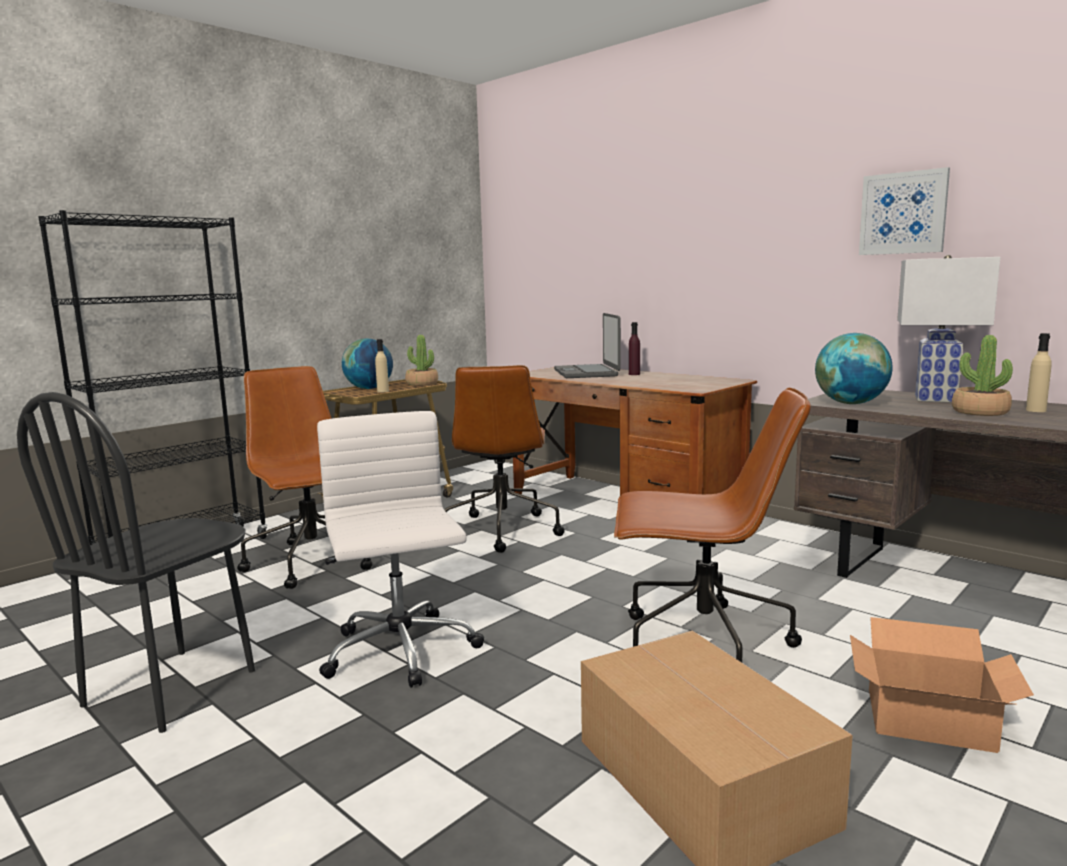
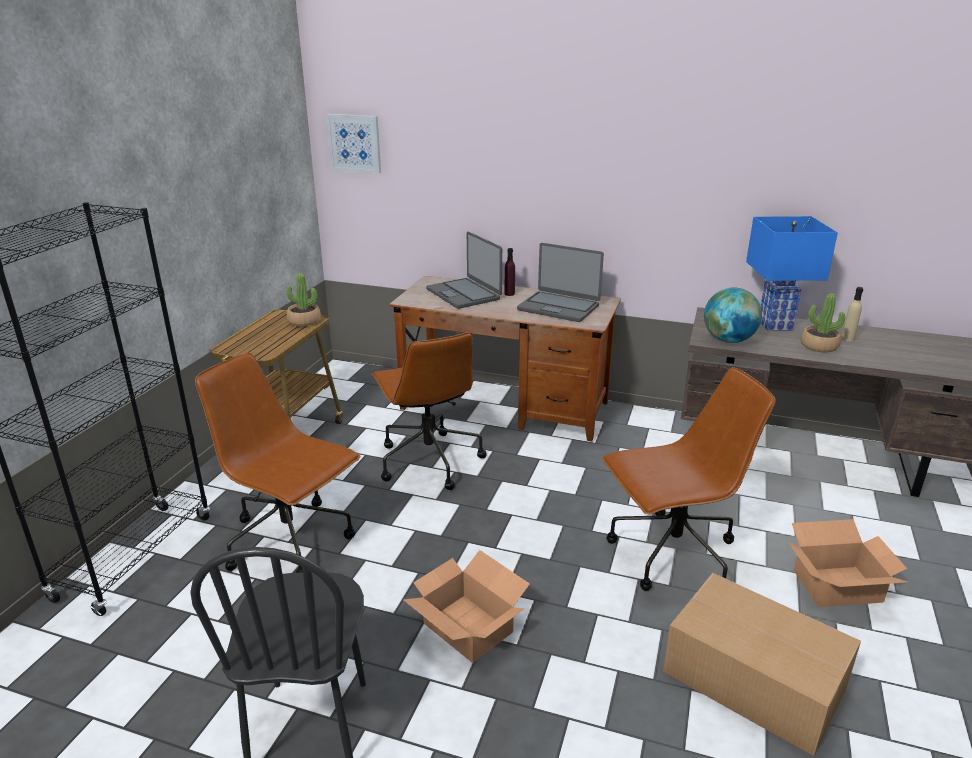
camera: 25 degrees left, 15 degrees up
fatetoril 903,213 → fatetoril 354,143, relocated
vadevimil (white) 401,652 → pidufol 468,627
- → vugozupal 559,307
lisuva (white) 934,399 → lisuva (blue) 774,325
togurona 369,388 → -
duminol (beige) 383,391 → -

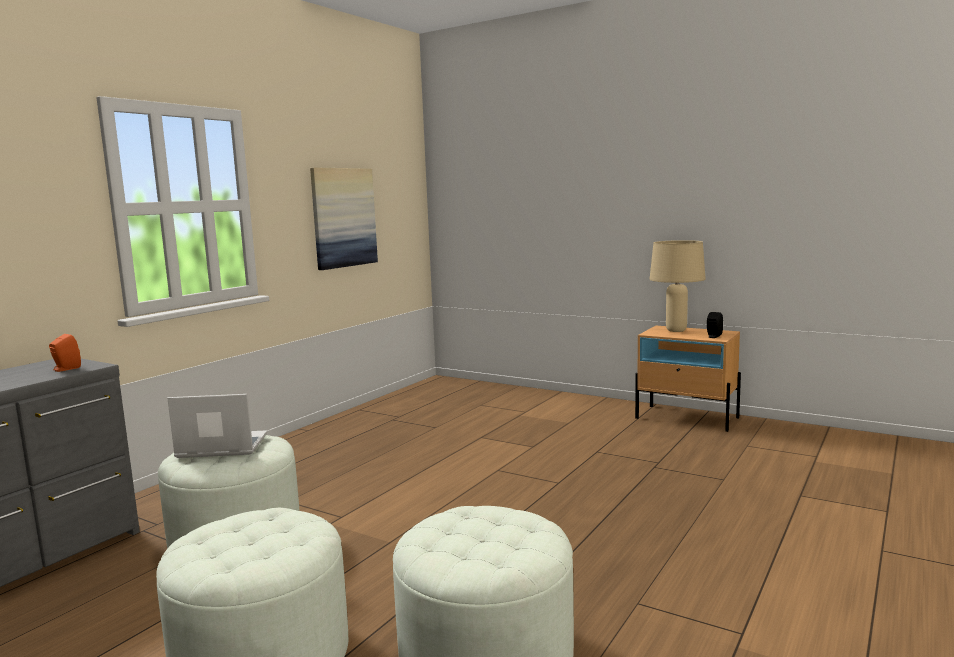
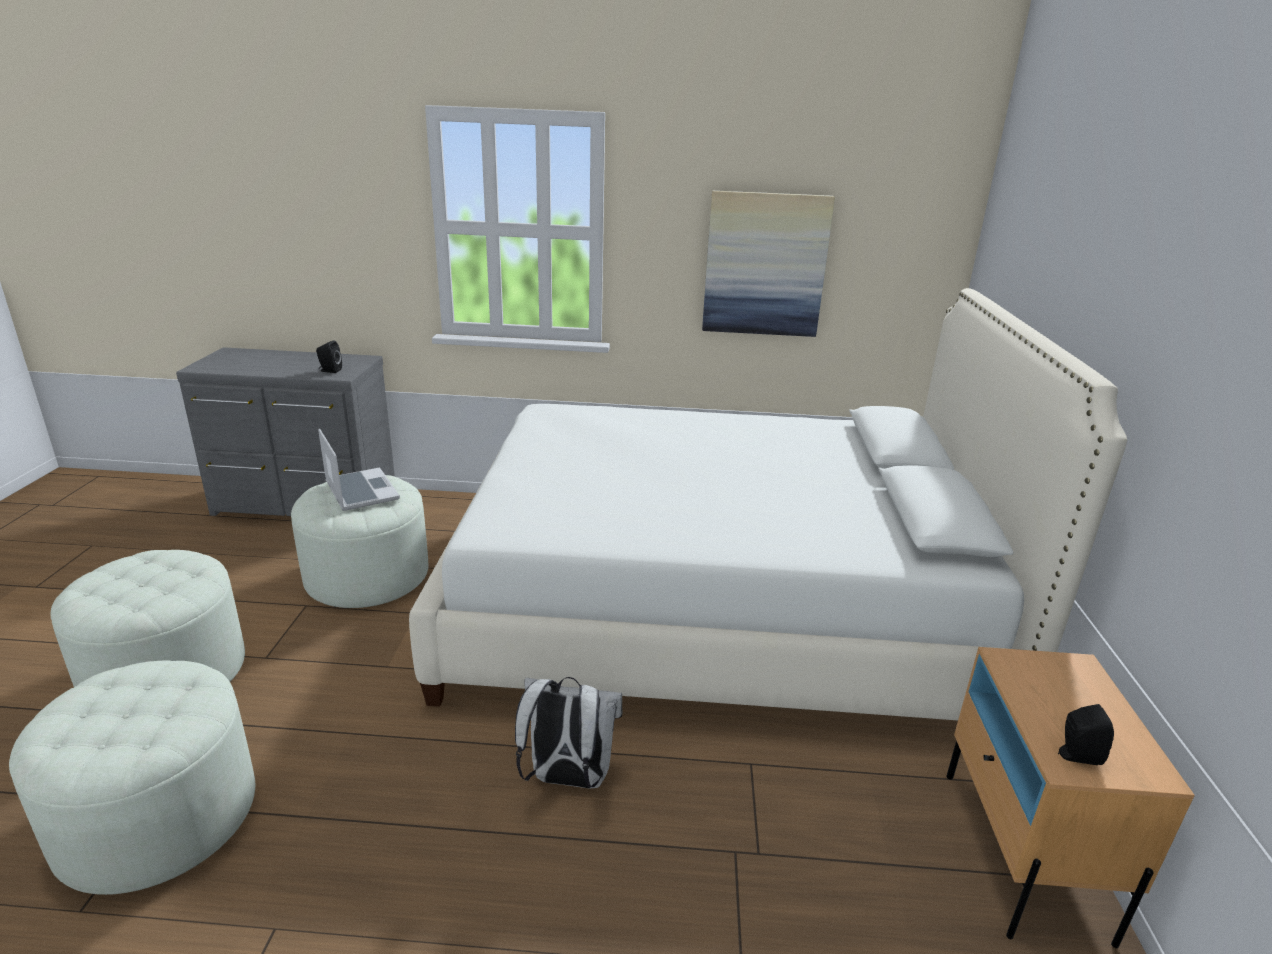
camera: 60 degrees right, 15 degrees up
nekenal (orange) 65,369 → nekenal (black) 329,370
- → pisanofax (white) 714,607
- → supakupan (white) 567,778
lisuva (beige) 676,330 → -

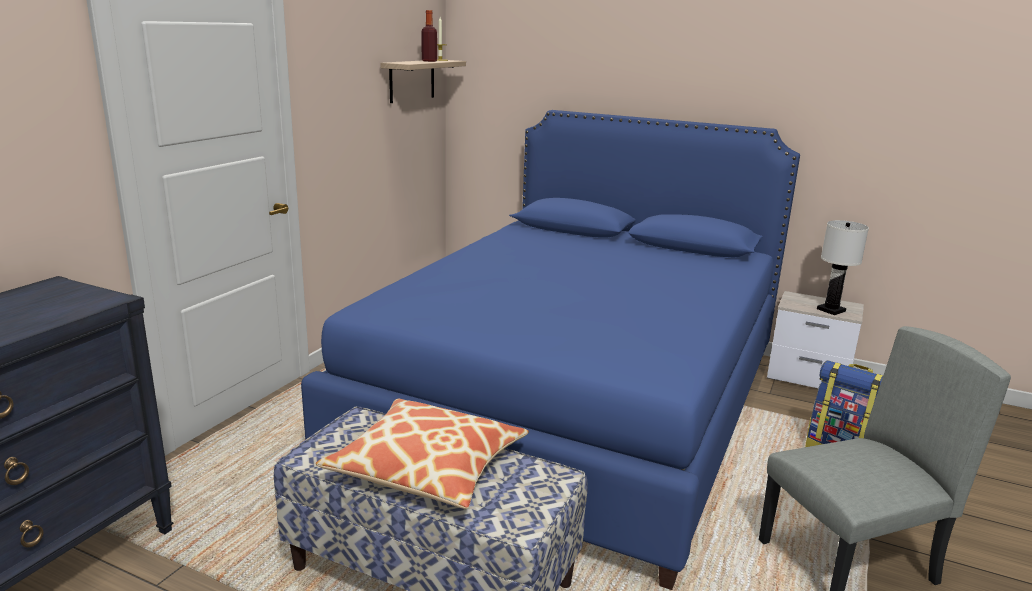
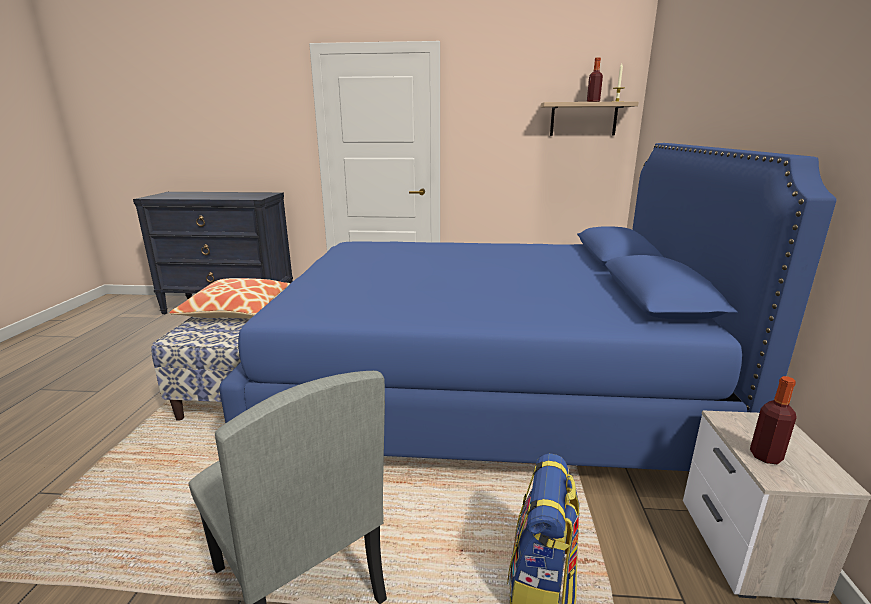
camera: 70 degrees right, 0 degrees up
lisuva (white) 831,310 → duminol 765,456

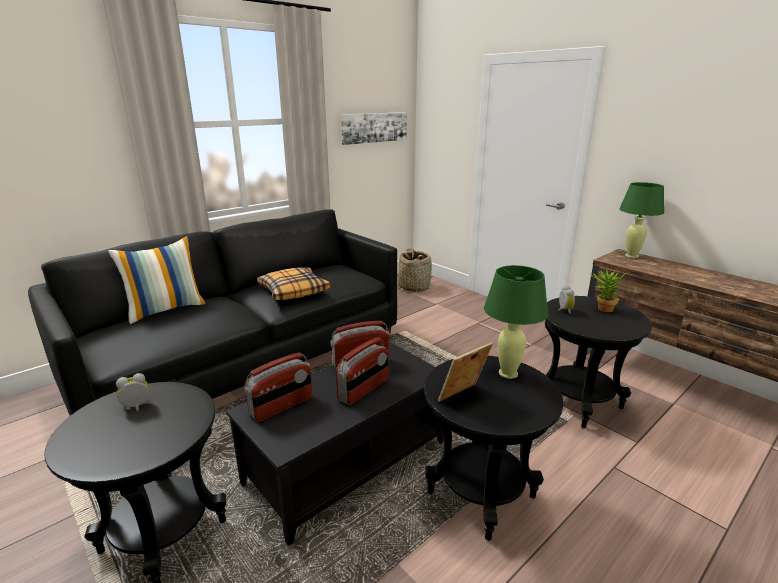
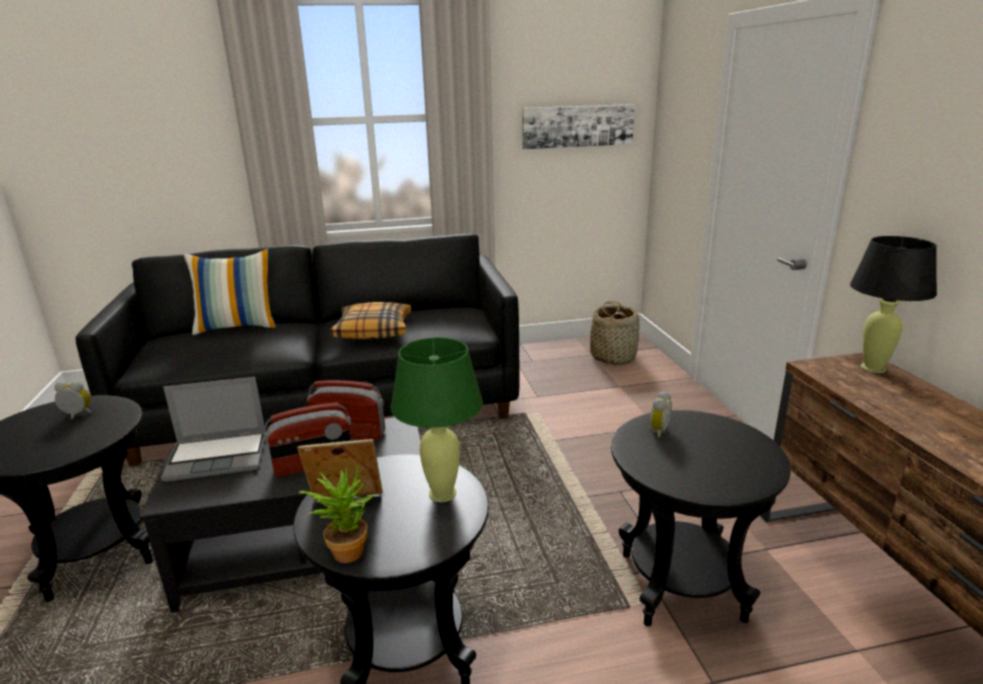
camera: 30 degrees right, 0 degrees up
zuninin 282,406 → vugozupal 219,457
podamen 602,309 → podamen 345,549, relocated
lisuva (green) 632,256 → lisuva (black) 873,368

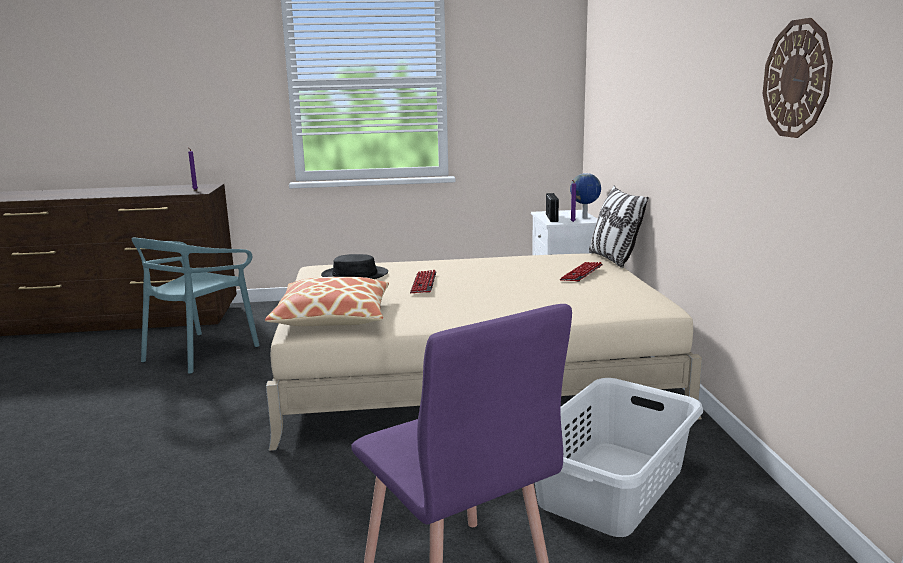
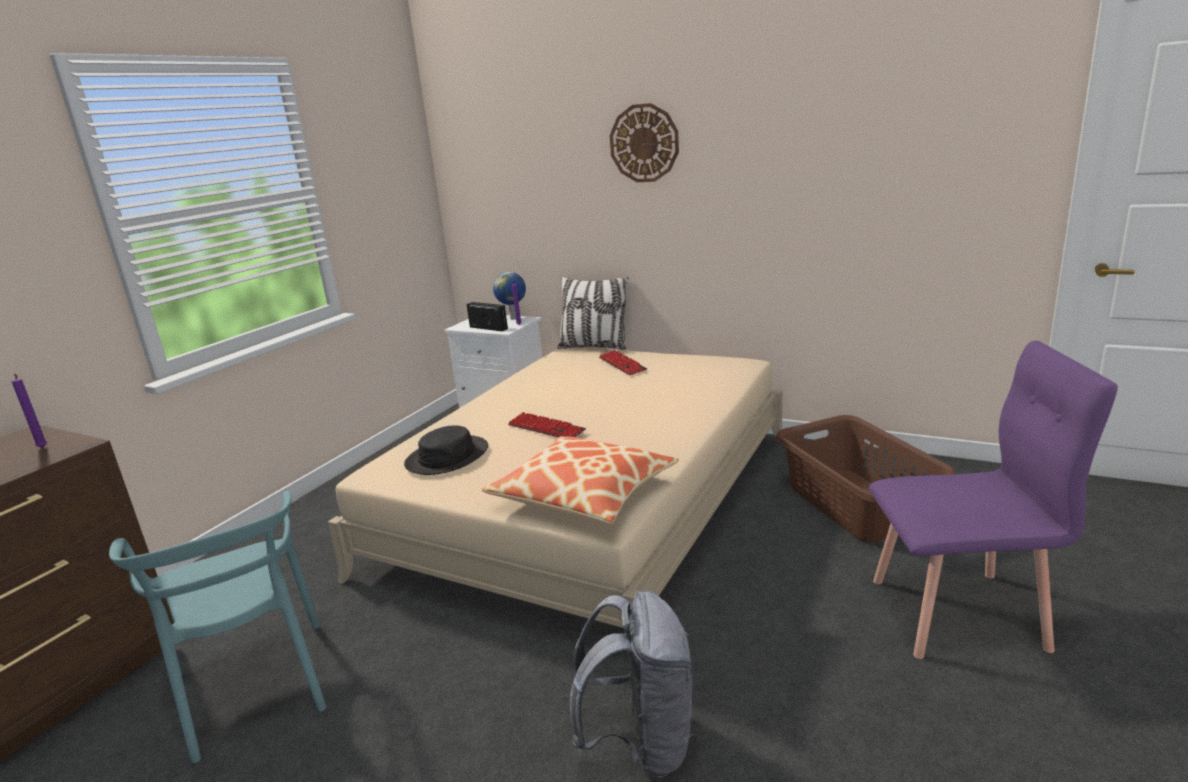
camera: 55 degrees left, 5 degrees up
- → supakupan (grey) 641,743
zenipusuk 797,79 → zenipusuk 644,143, relocated
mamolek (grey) 610,486 → mamolek (brown) 856,505

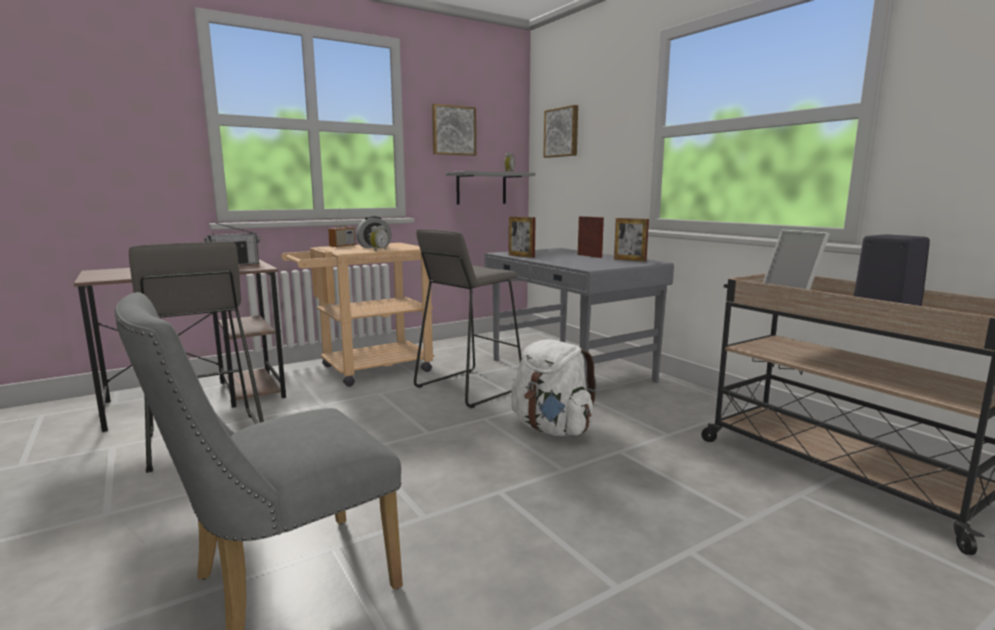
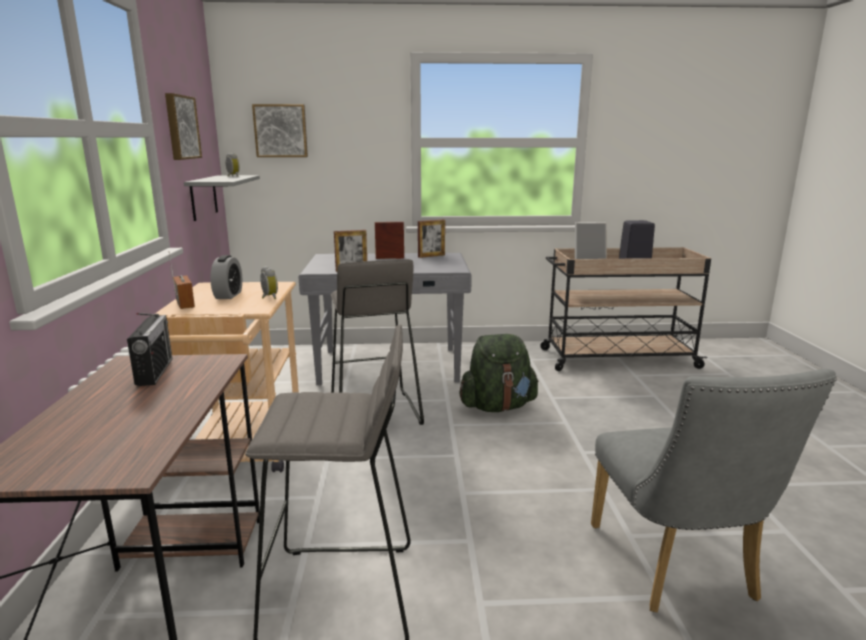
camera: 60 degrees left, 5 degrees up
supakupan (white) 552,429 → supakupan (green) 497,406

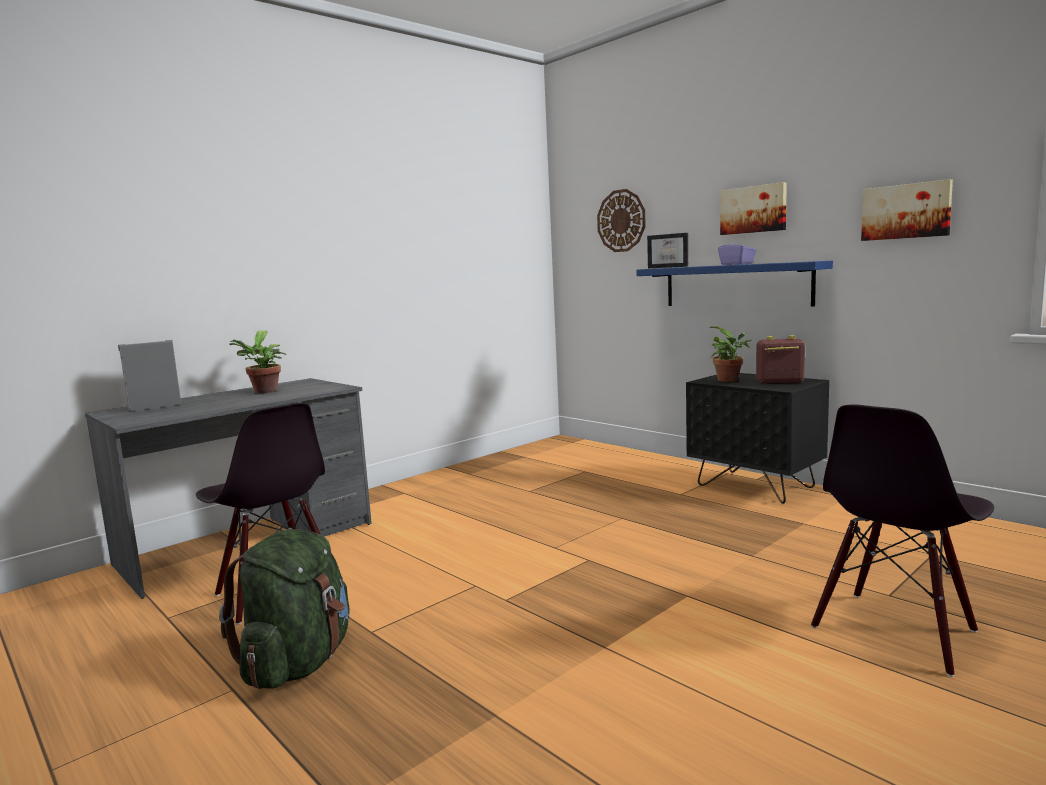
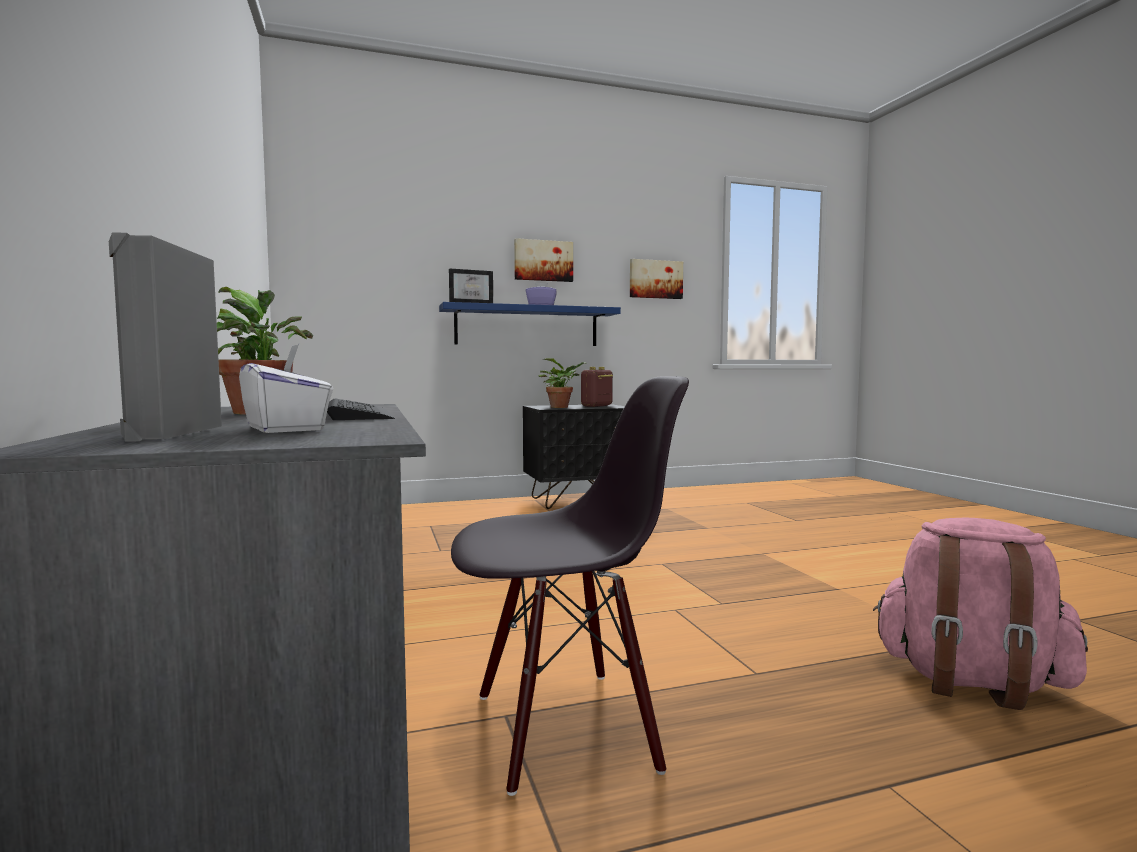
camera: 65 degrees left, 5 degrees down
- → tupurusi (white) 287,429
- → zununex 359,414
- → supakupan (pink) 971,682
supakupan (green) 298,663 → -
zenipusuk 621,221 → -
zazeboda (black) 895,631 → -

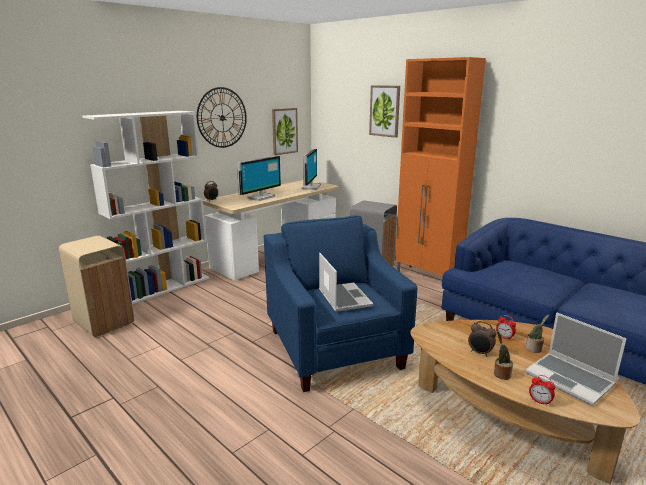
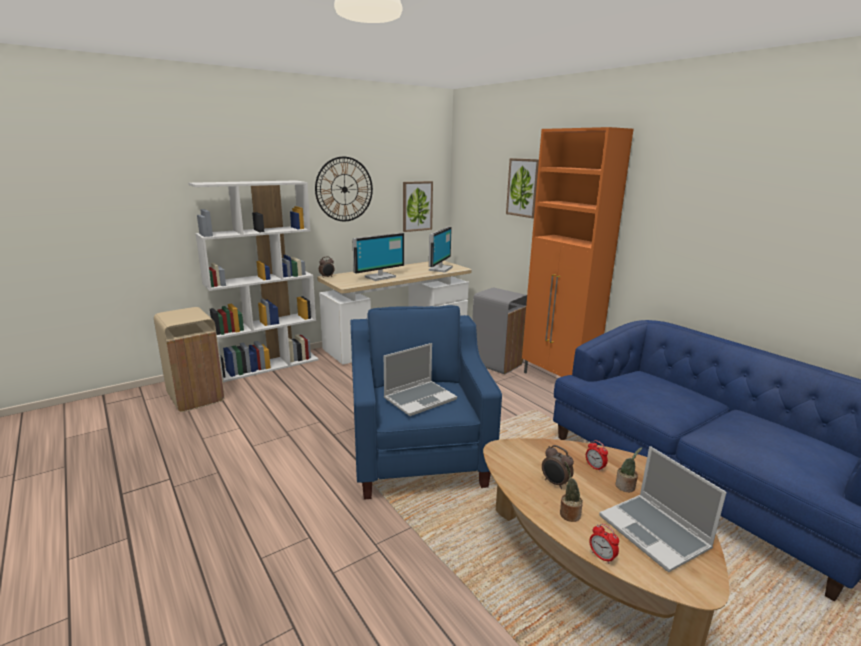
camera: 10 degrees right, 0 degrees up
vugozupal 343,298 → vugozupal 420,398, 60 degrees clockwise

